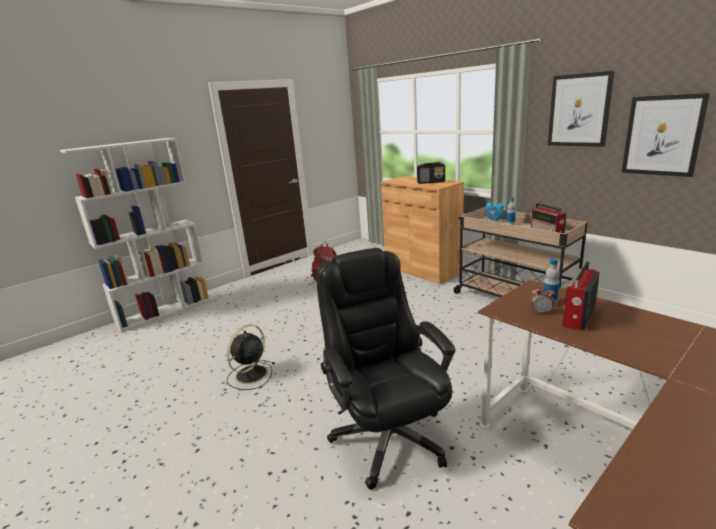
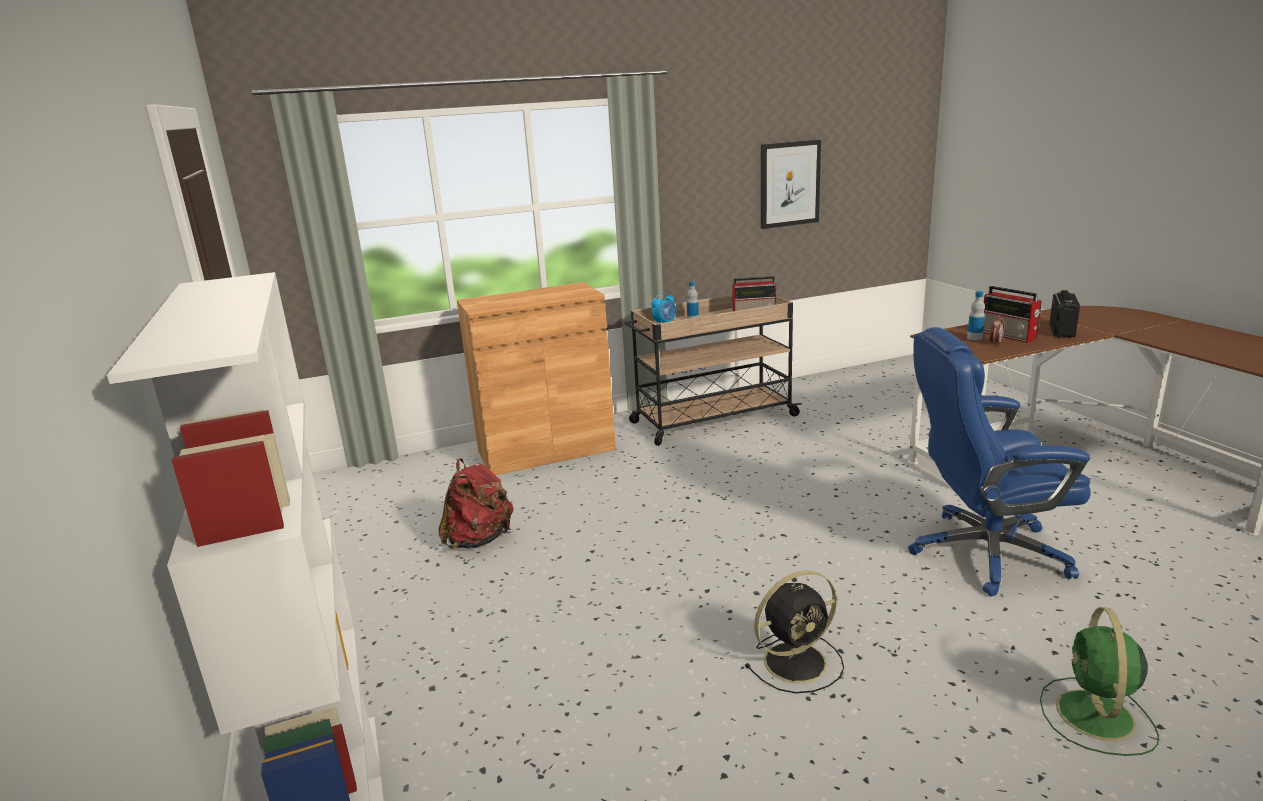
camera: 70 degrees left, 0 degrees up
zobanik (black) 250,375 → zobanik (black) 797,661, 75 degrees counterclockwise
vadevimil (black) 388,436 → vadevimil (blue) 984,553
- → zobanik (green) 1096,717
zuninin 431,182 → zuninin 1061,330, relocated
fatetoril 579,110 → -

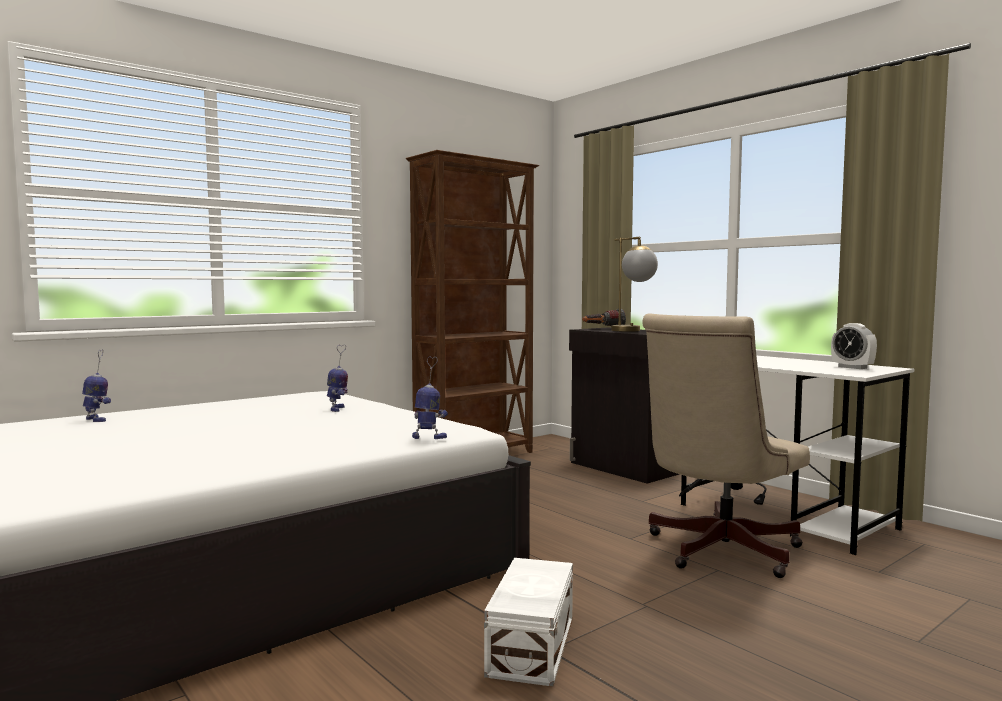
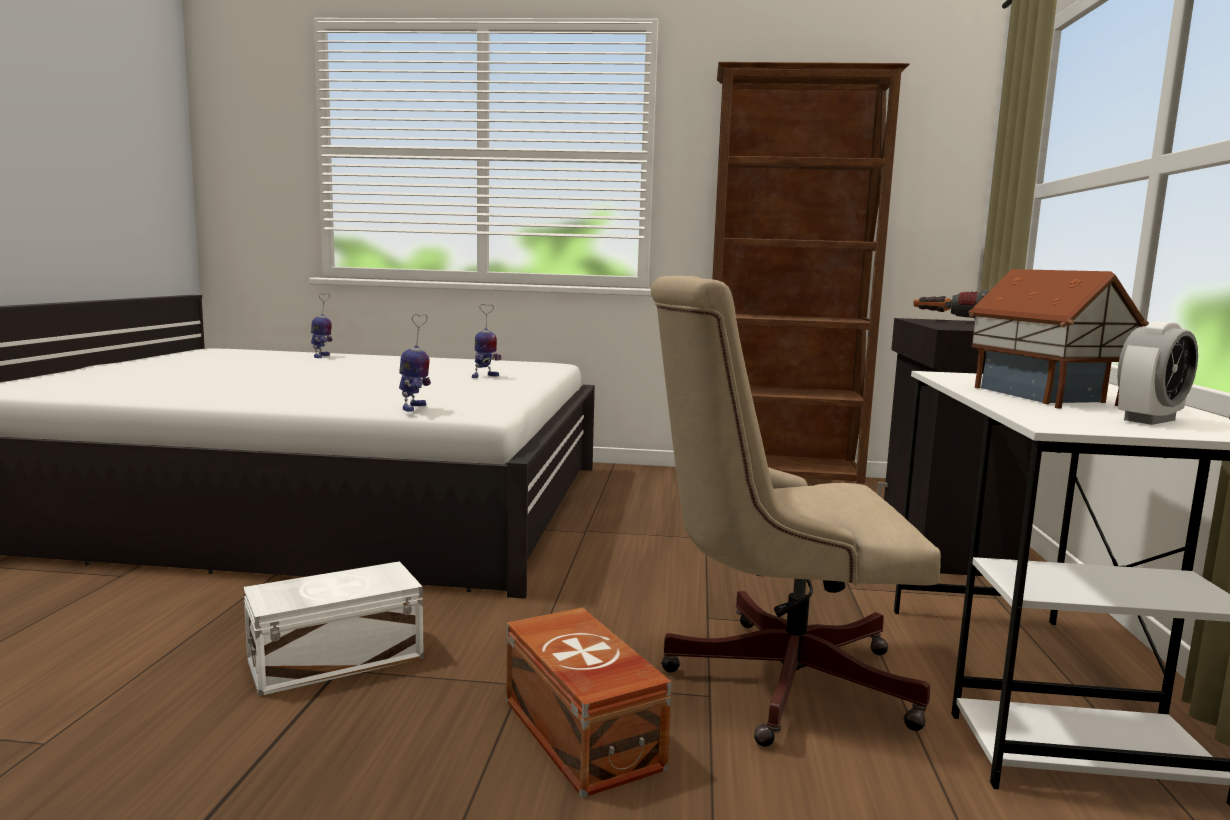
camera: 45 degrees right, 5 degrees up
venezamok 429,437 → venezamok 414,408, 45 degrees clockwise
- → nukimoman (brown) 580,735
- → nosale 1040,396
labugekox 852,367 → labugekox 1149,420, 135 degrees counterclockwise
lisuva 633,331 → -

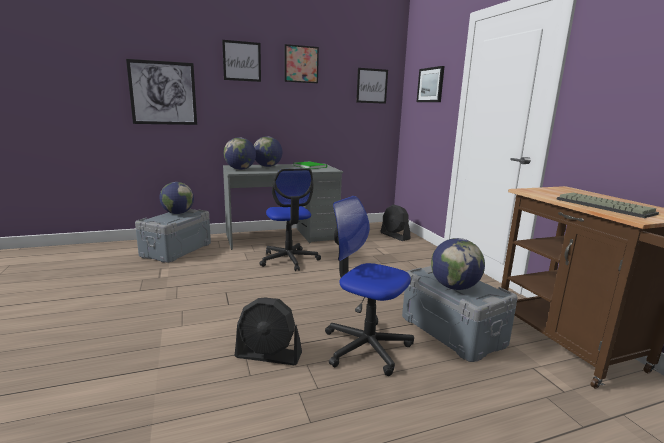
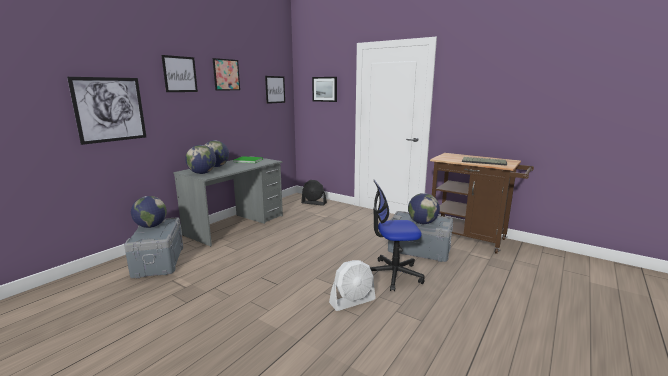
camera: 35 degrees left, 0 degrees up
zobanik (black) 269,355 → zobanik (white) 352,301
vadevimil 289,260 → -

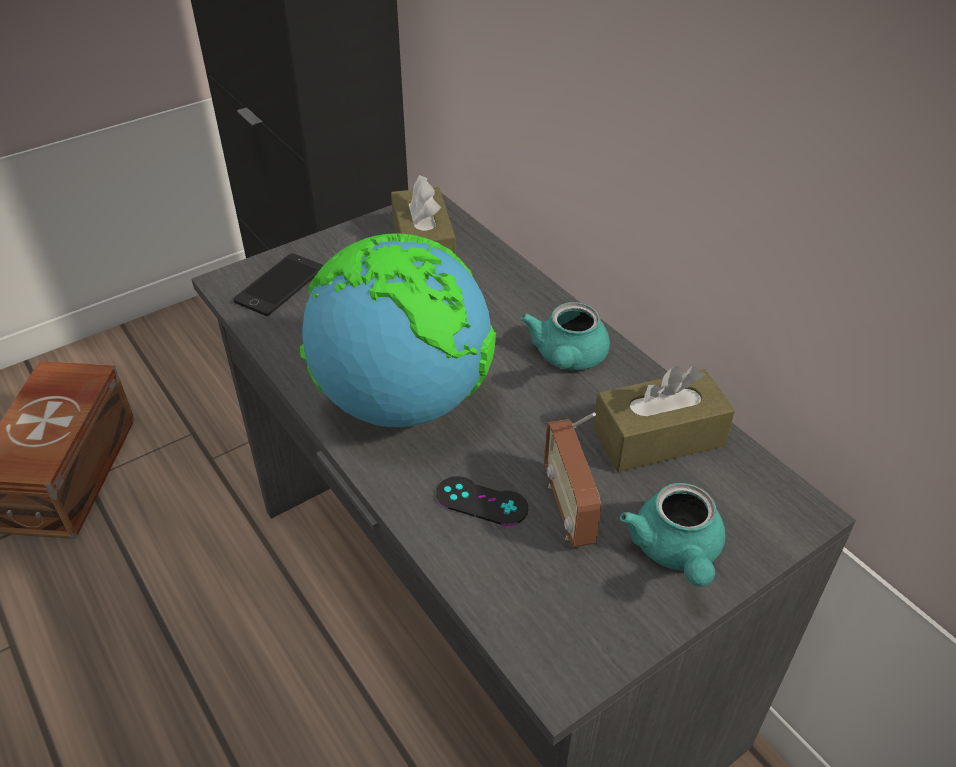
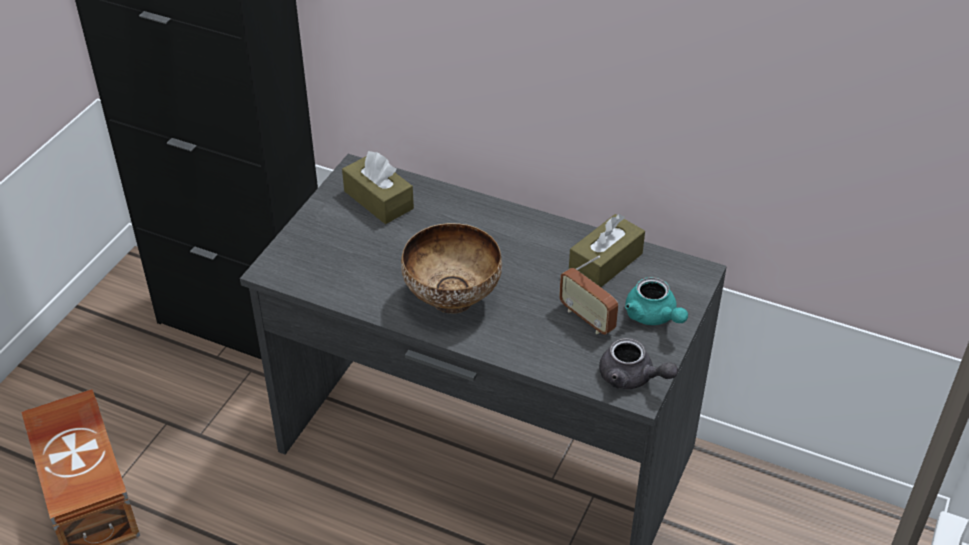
camera: 30 degrees left, 0 degrees up
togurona 402,401 → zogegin 451,299
- → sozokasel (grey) 632,378
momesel 280,285 → -
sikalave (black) 481,501 → -
sozokasel (turquoise) 567,358 → -

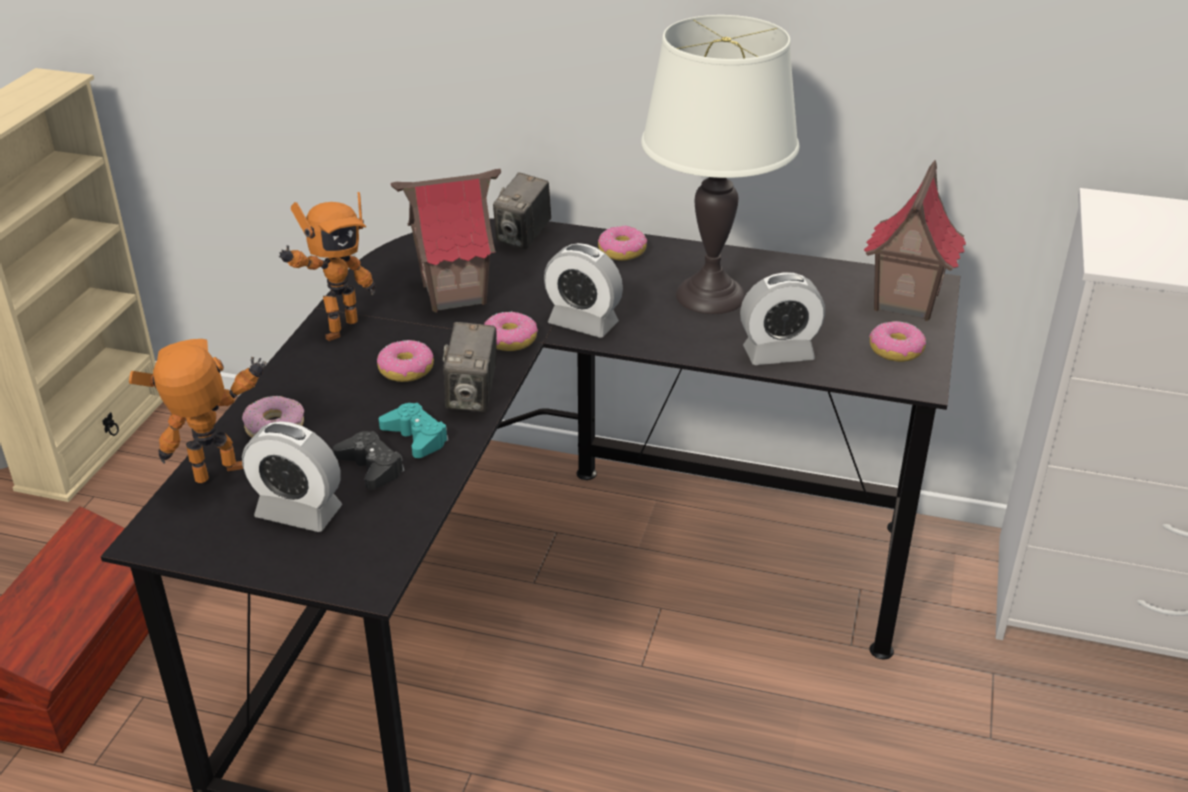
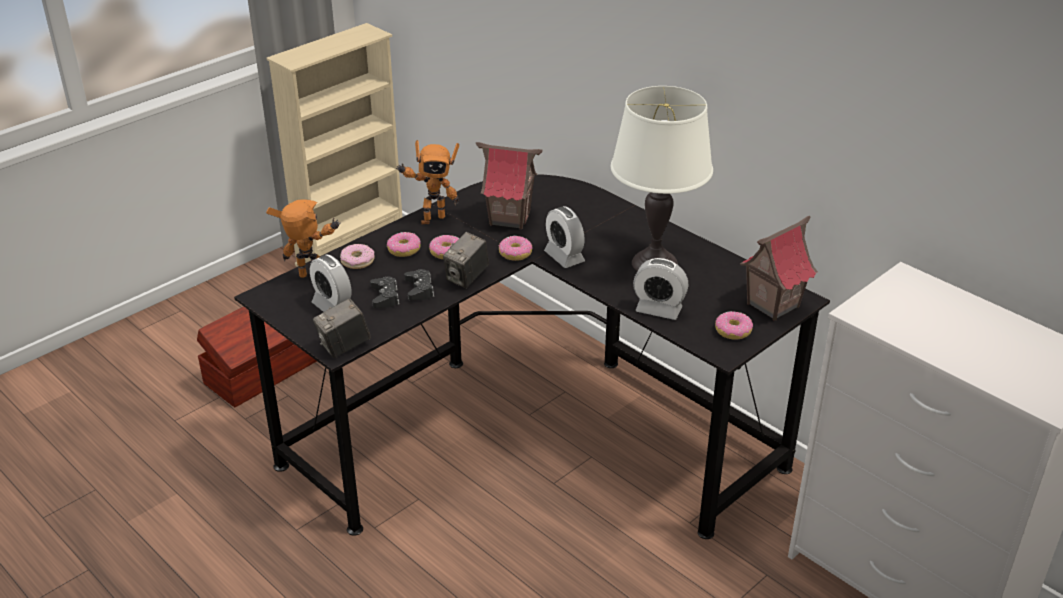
camera: 30 degrees right, 0 degrees up
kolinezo 523,237 → kolinezo 344,347, relocated
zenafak 622,251 → zenafak 404,249, relocated
sikalave (turquoise) 416,437 → sikalave (black) 419,289

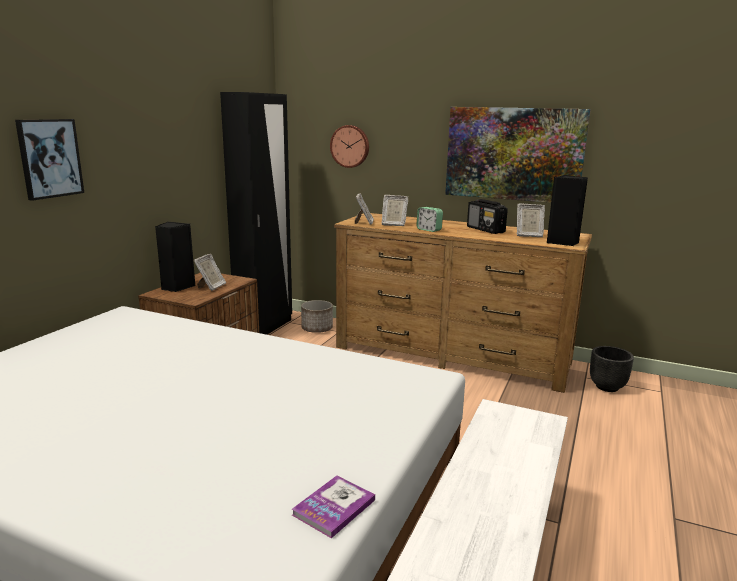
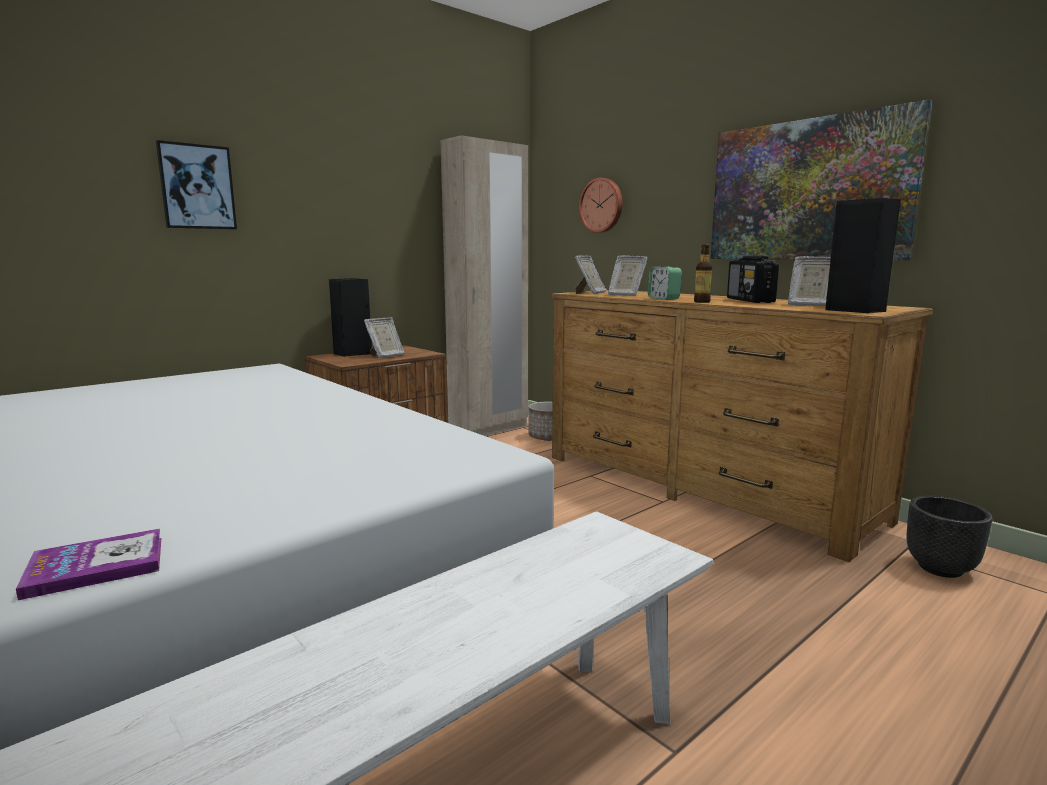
camera: 25 degrees right, 5 degrees down
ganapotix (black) 264,328 → ganapotix (beige) 489,429
- → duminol 702,302

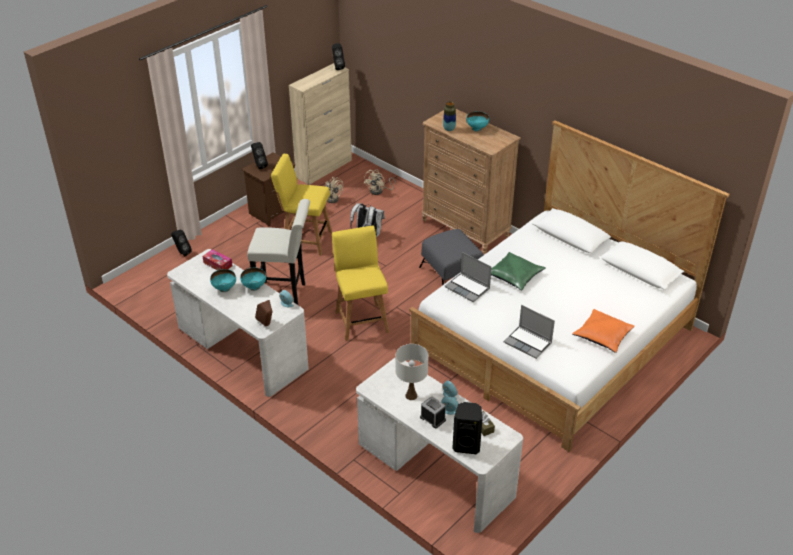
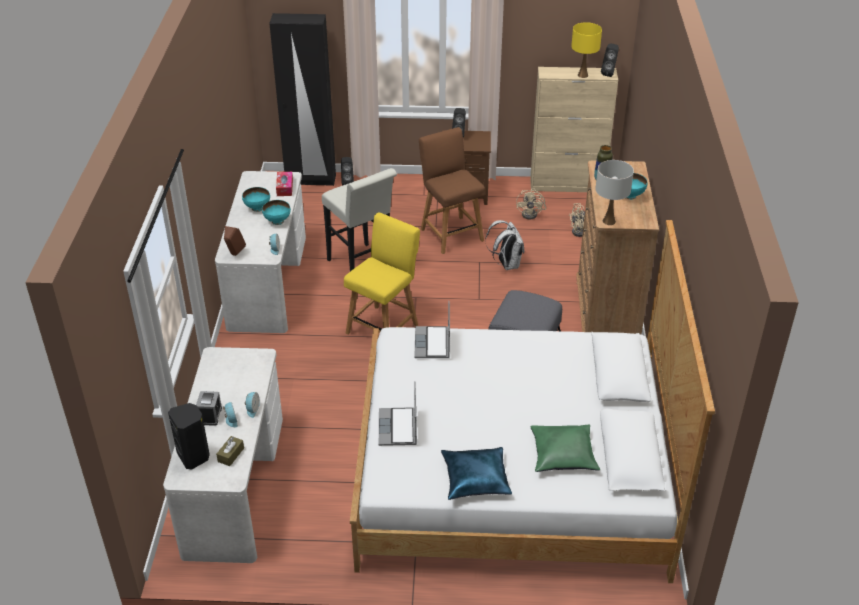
camera: 50 degrees right, 0 degrees up
- → ganapotix (black) 310,180
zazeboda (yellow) 304,240 → zazeboda (brown) 450,233
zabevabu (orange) 603,335 → zabevabu (blue) 475,479
zabevabu (green) 515,275 → zabevabu (green) 563,454, relocated
- → lisuva (yellow) 583,75
lisuva (white) 411,396 → lisuva (white) 608,221, relocated

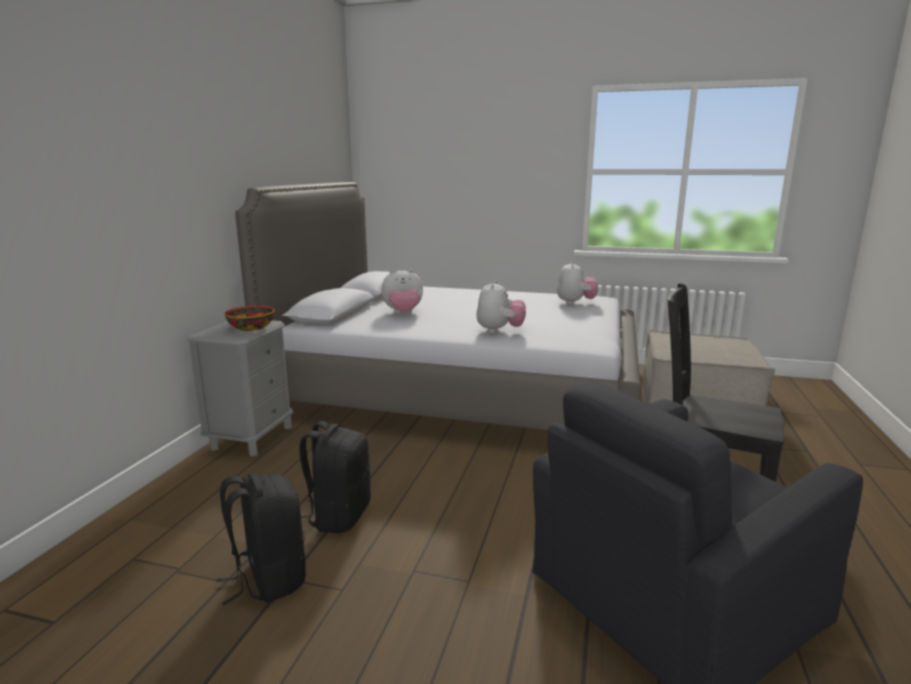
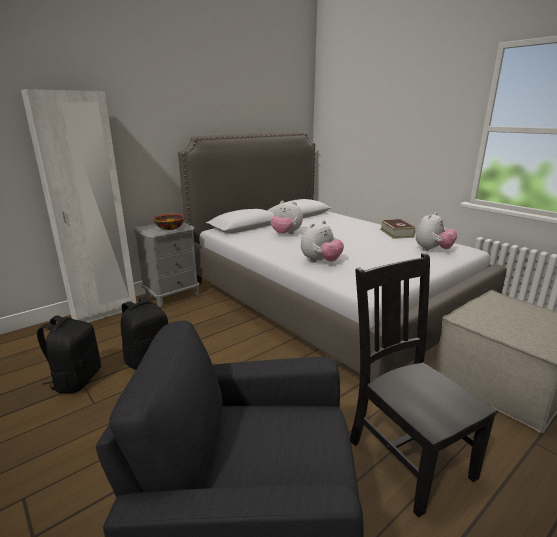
camera: 35 degrees right, 5 degrees up
- → ganapotix (white) 105,312
- → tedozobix 396,233

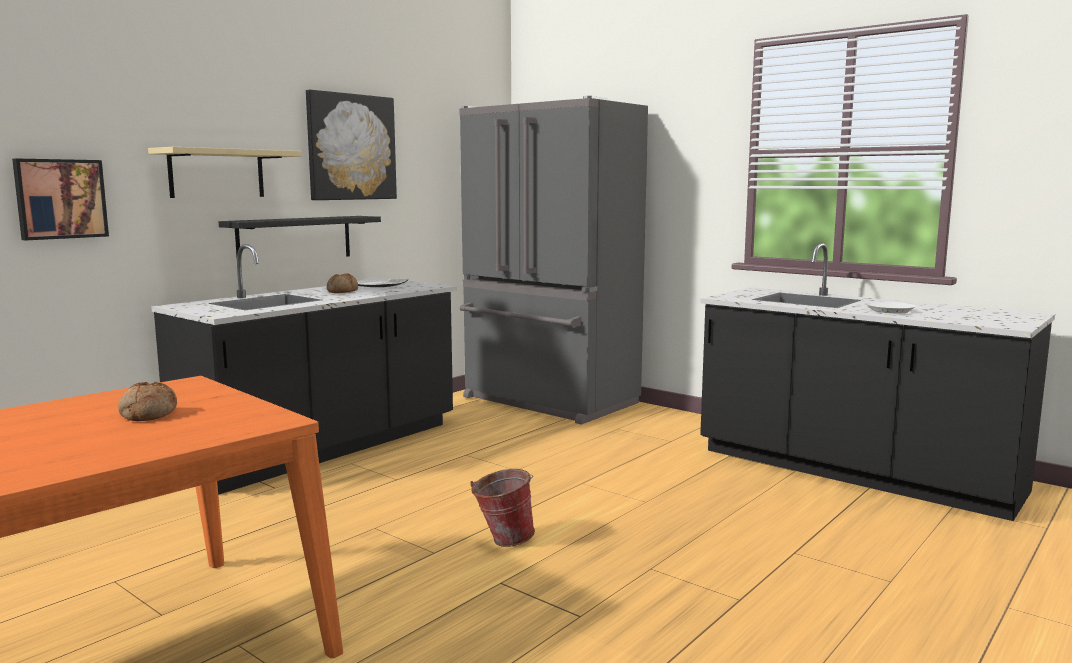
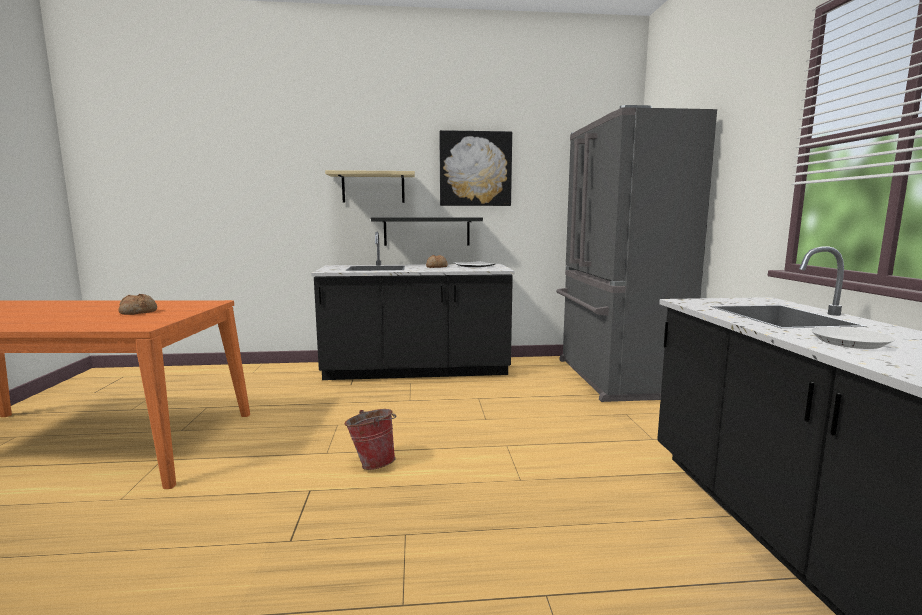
camera: 45 degrees right, 0 degrees up
fatetoril 60,199 → -

